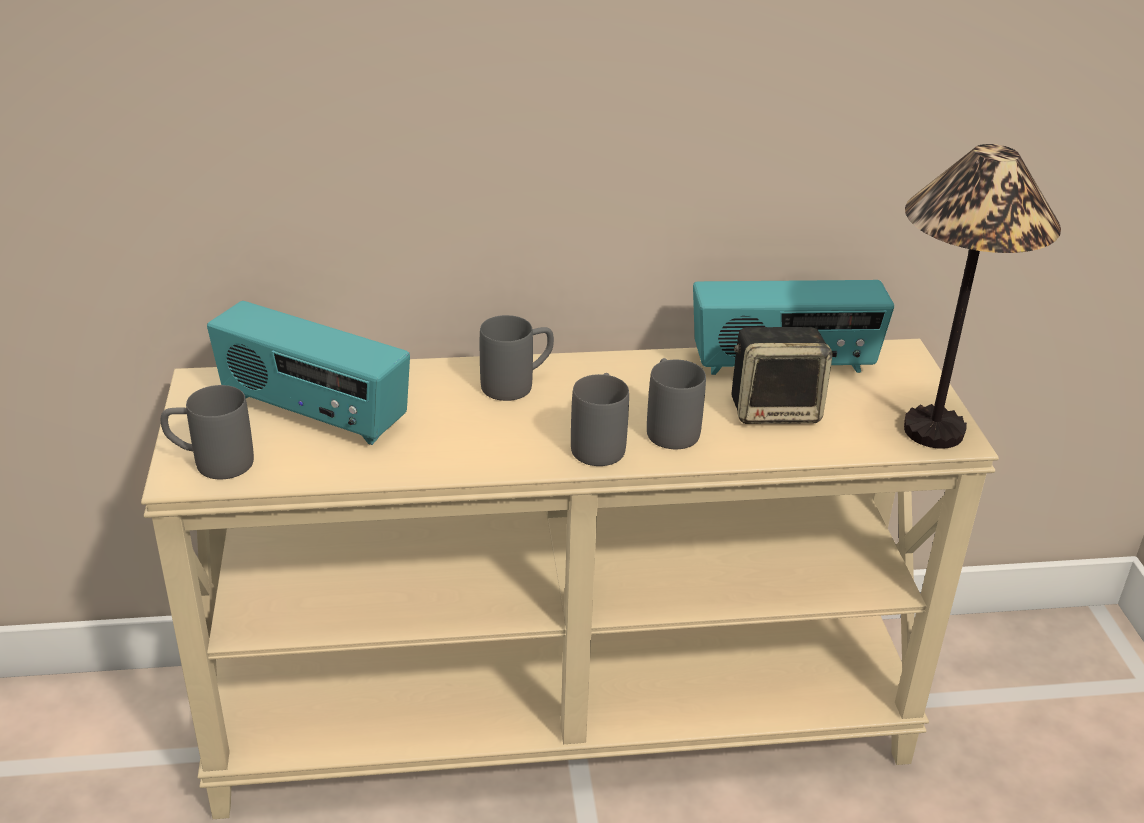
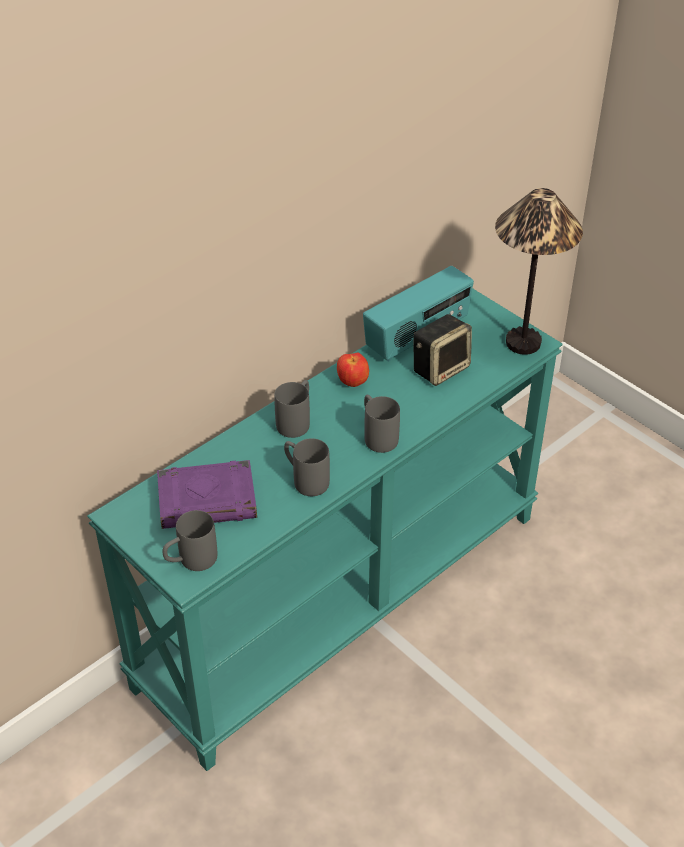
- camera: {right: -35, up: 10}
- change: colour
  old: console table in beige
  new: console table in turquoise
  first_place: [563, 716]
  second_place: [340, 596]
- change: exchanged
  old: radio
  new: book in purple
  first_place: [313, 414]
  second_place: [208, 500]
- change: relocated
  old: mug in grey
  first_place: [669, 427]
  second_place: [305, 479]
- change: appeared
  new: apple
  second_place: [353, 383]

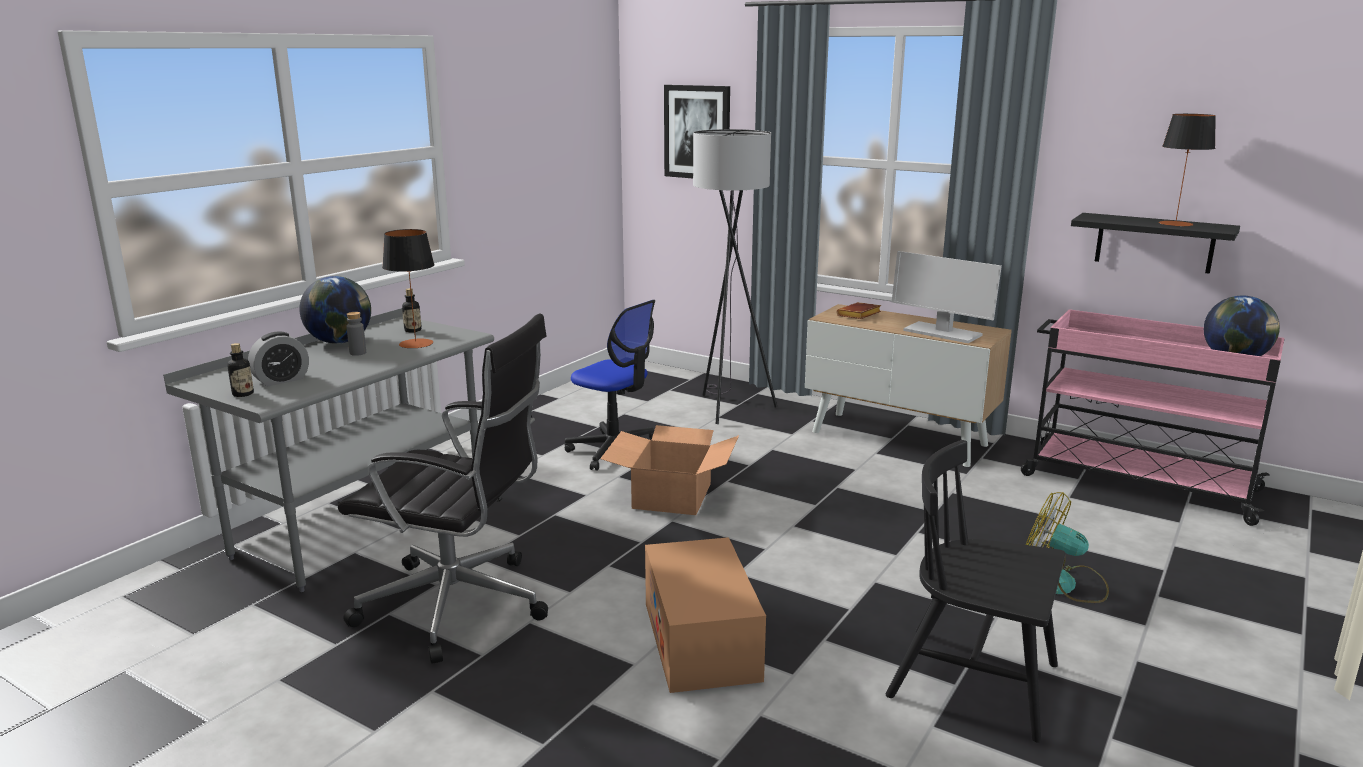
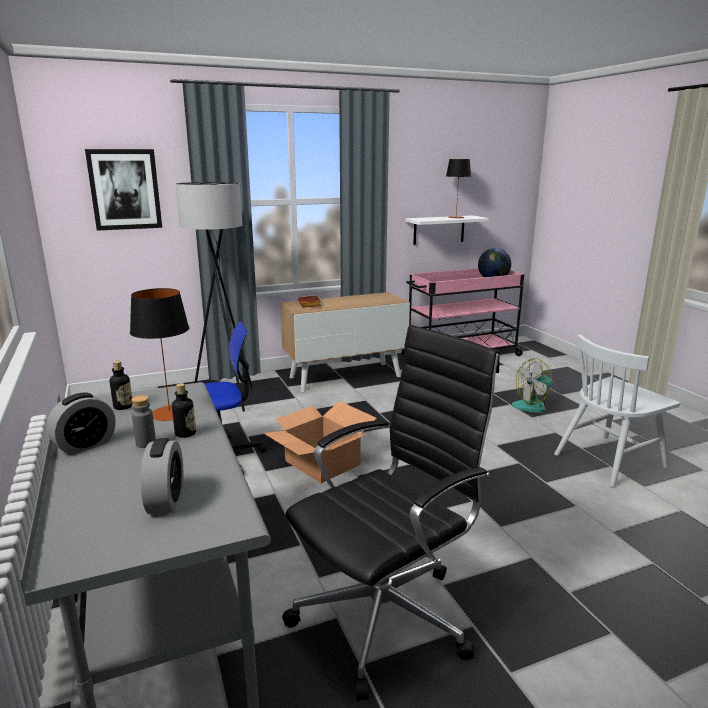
- camera: {right: -55, up: 0}
- change: relocated
  old: bottle
  first_place: [243, 394]
  second_place: [185, 433]
- change: exchanged
  old: globe
  new: alarm clock
  first_place: [340, 342]
  second_place: [85, 445]
- change: missing
  old: cardboard box
  first_place: [701, 640]
- change: colour
  old: chair in black
  new: chair in white
  first_place: [974, 681]
  second_place: [609, 460]
- change: missing
  old: monitor
  first_place: [941, 333]
- change: colour
  old: shelf in black
  new: shelf in white
  first_place: [1154, 243]
  second_place: [439, 230]

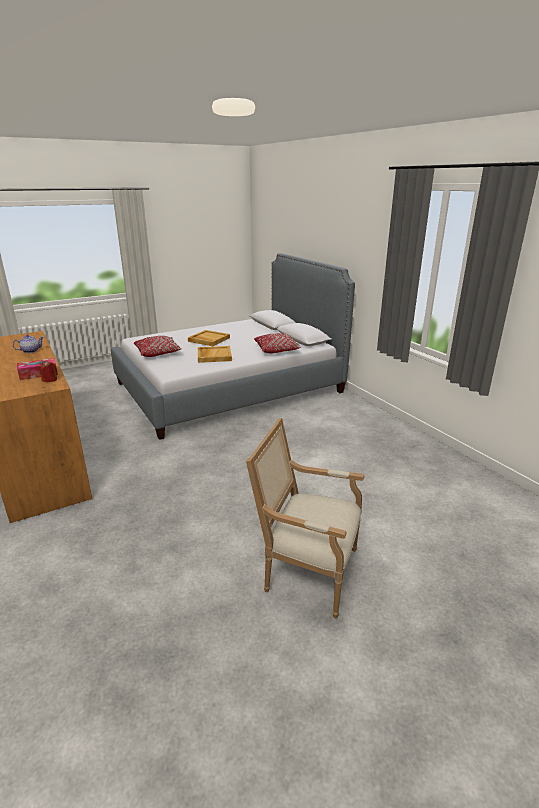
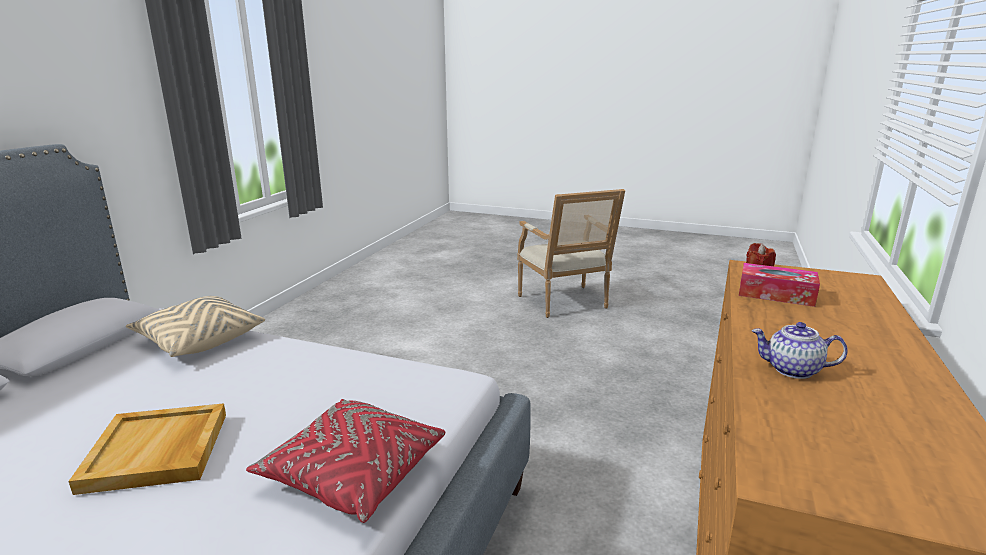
- camera: {right: -130, up: -5}
- change: missing
  old: tray in beige
  first_place: [214, 356]
- change: colour
  old: pillow in red
  new: pillow in beige
  first_place: [277, 350]
  second_place: [199, 340]

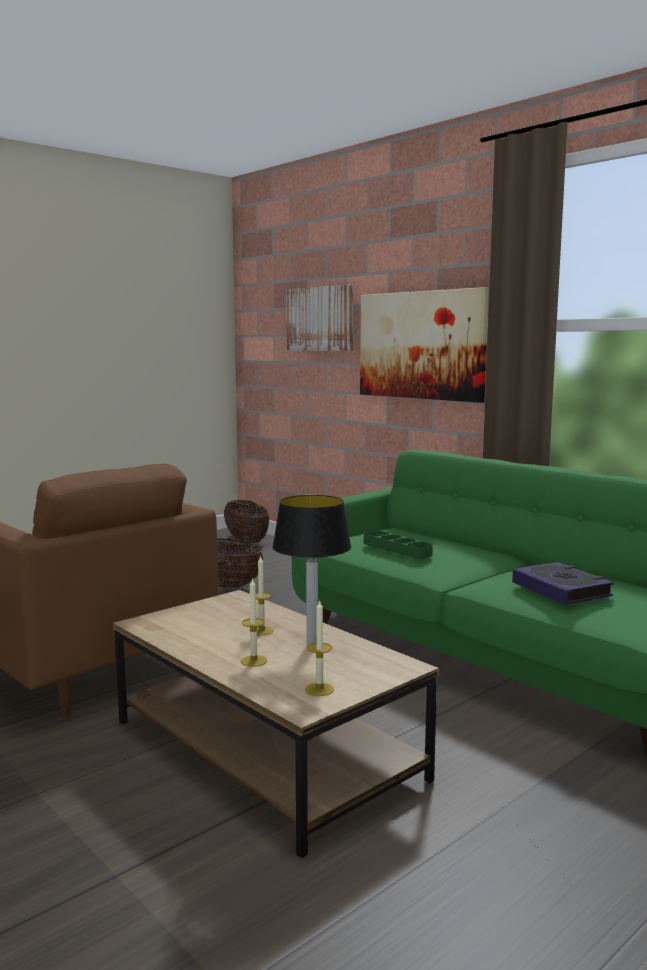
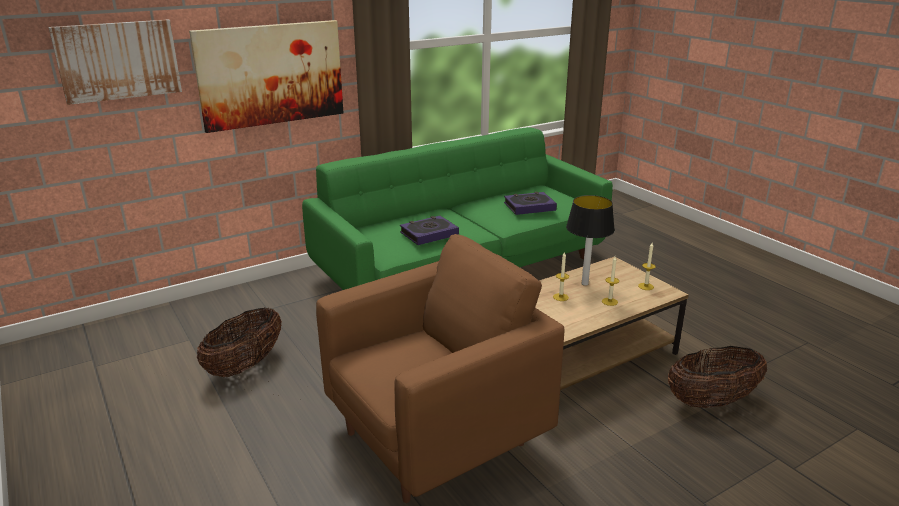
- camera: {right: -80, up: 15}
- change: relocated
  old: basket
  first_place: [246, 541]
  second_place: [711, 401]
- change: exchanged
  old: tray in green
  new: book
  first_place: [396, 549]
  second_place: [429, 234]

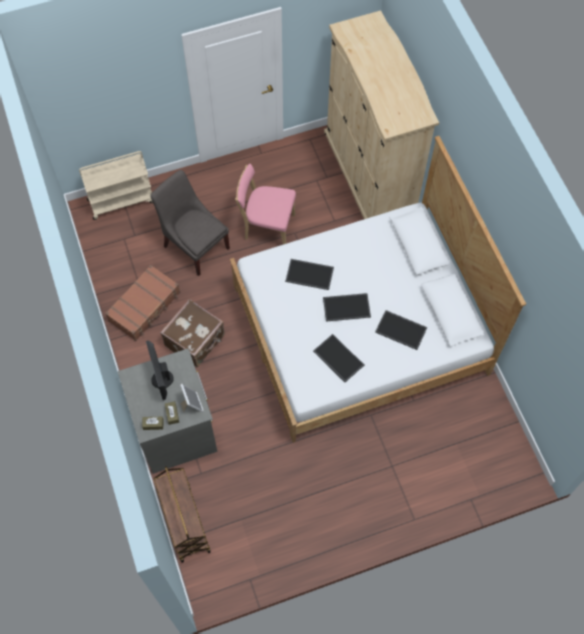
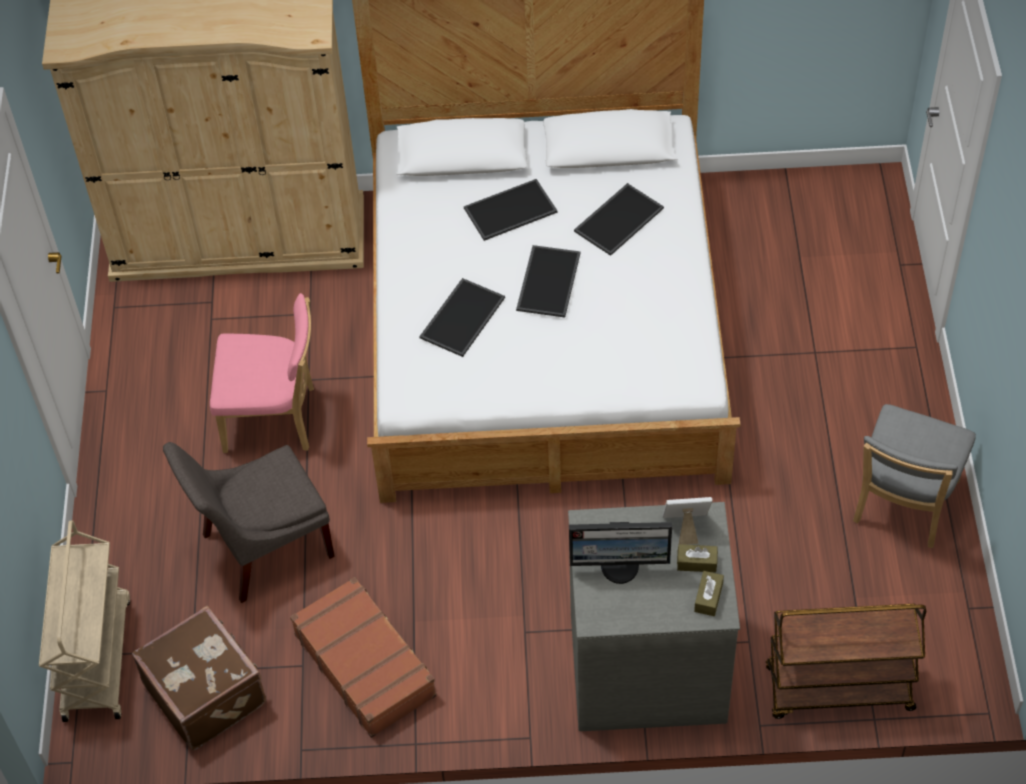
- camera: {right: -70, up: -10}
- change: relocated
  old: suitcase in brown
  first_place: [196, 341]
  second_place: [207, 693]
- change: spun
  old: chair in pink
  first_place: [267, 226]
  second_place: [275, 419]
  degrees: -120
- change: relocated
  old: tray
  first_place: [337, 358]
  second_place: [510, 211]
- change: appeared
  new: chair in grey
  second_place: [903, 505]

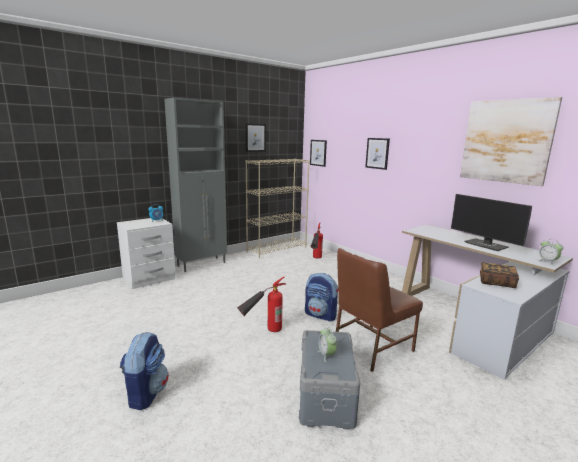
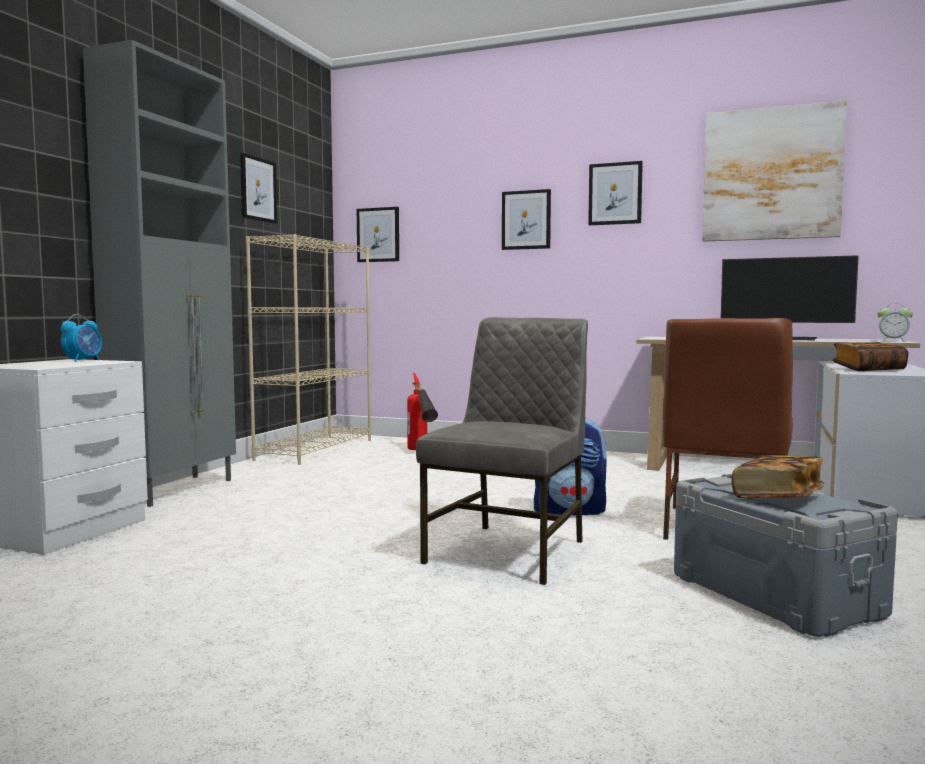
- camera: {right: -30, up: -10}
- change: missing
  old: backpack
  first_place: [146, 393]
- change: exchanged
  old: fire extinguisher
  new: chair in grey
  first_place: [262, 332]
  second_place: [510, 551]
- change: exchanged
  old: alarm clock
  new: book
  first_place: [326, 355]
  second_place: [777, 497]
- change: appeared
  new: picture
  second_place: [615, 193]

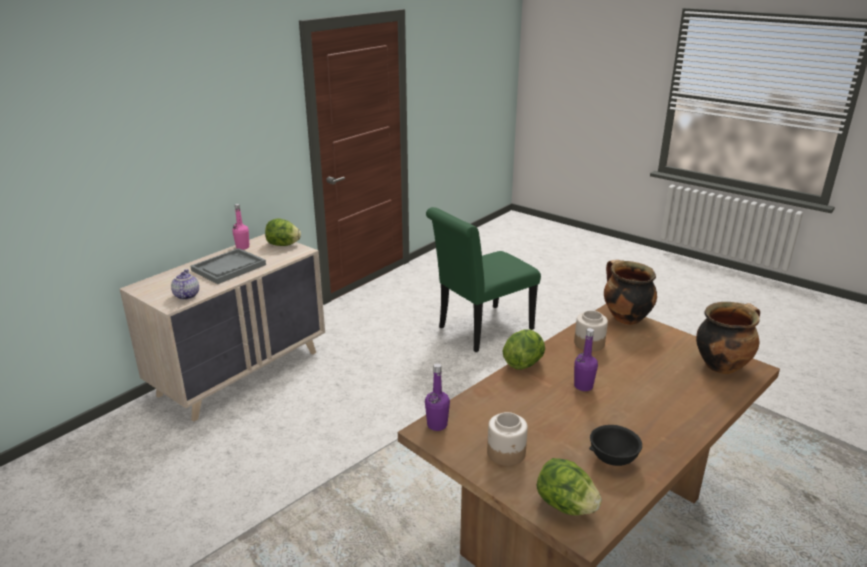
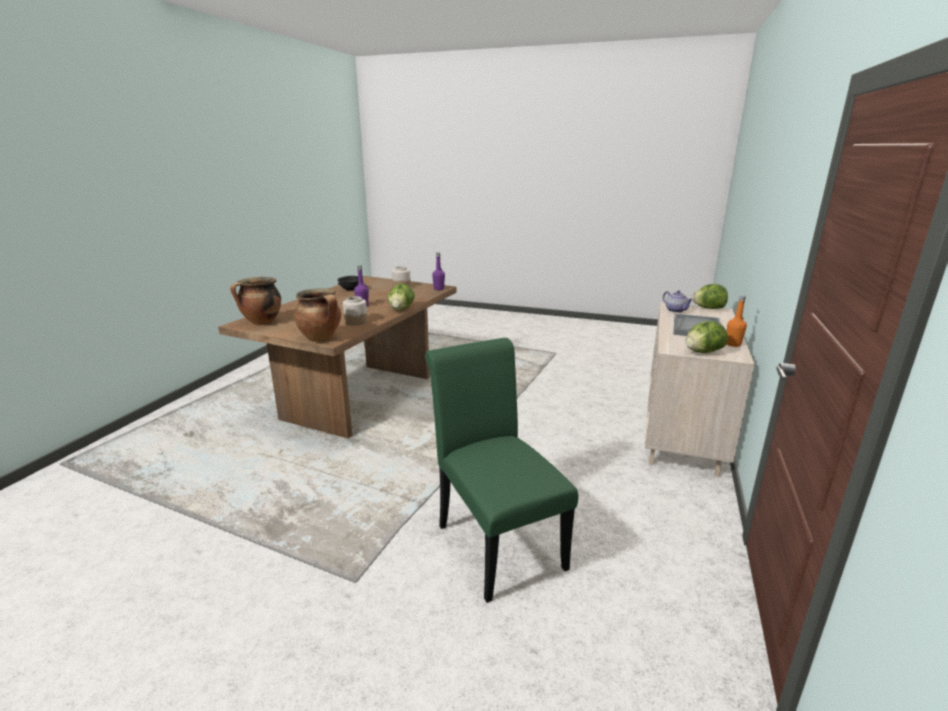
- camera: {right: 160, up: -5}
- change: colour
  old: bottle in pink
  new: bottle in orange
  first_place: [242, 247]
  second_place: [733, 344]
- change: spun
  old: chair in green
  first_place: [480, 330]
  second_place: [495, 540]
  degrees: -60
- change: relocated
  old: lettuce
  first_place: [565, 506]
  second_place: [708, 308]

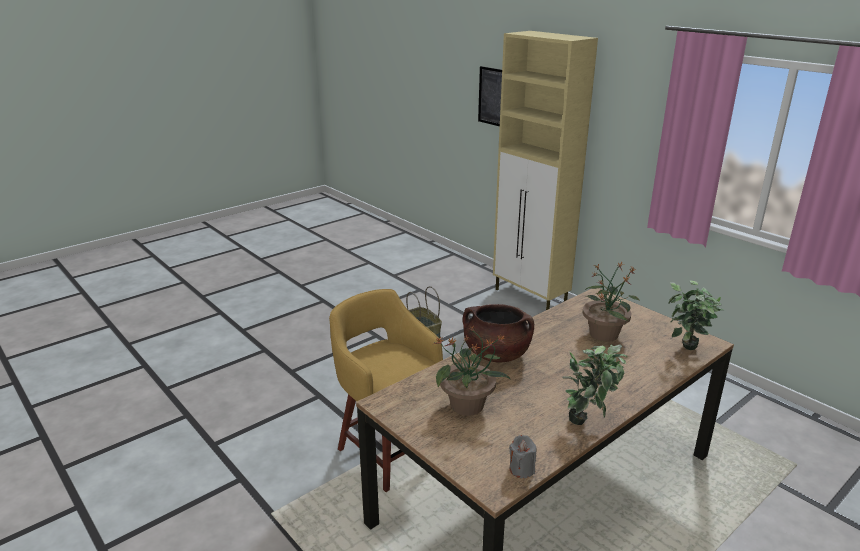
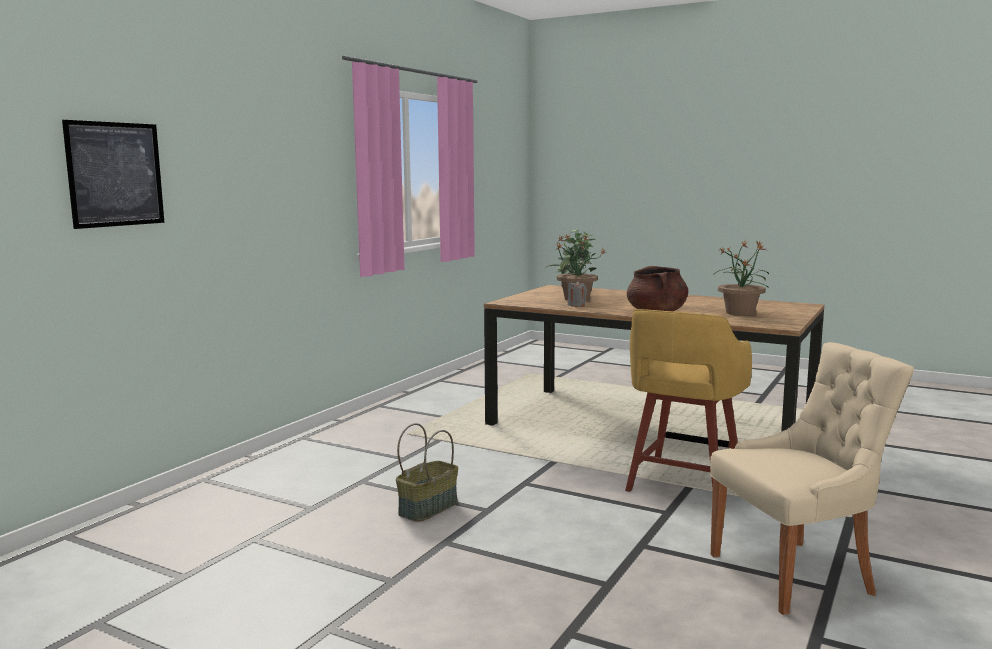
- camera: {right: -110, up: -15}
- change: missing
  old: cabinet in beige
  first_place: [531, 297]
- change: relocated
  old: candle in grey
  first_place: [521, 469]
  second_place: [576, 305]
- change: missing
  old: potted plant
  first_place: [588, 421]
- change: appeared
  new: chair in beige
  second_place: [796, 574]

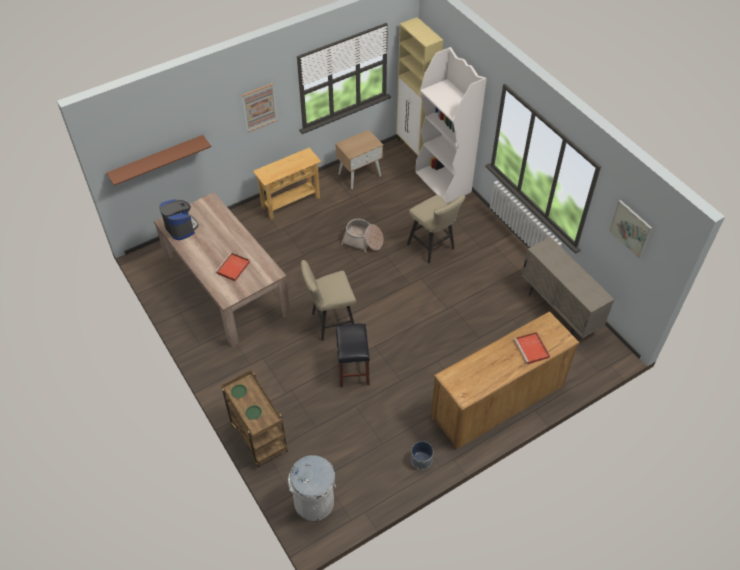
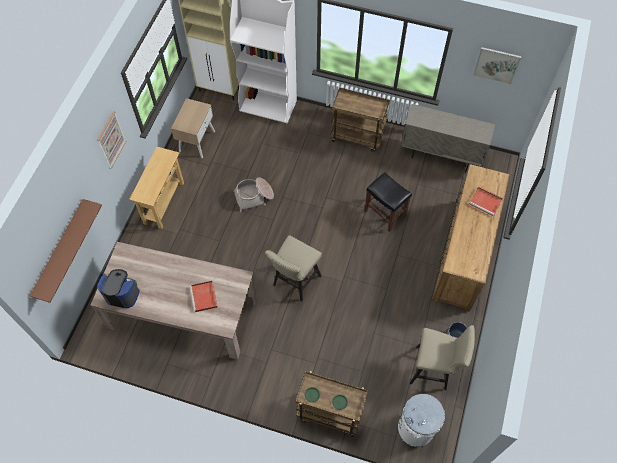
- camera: {right: -40, up: 10}
- change: relocated
  old: stool in black
  first_place: [352, 369]
  second_place: [384, 213]
- change: relocated
  old: stool in beige
  first_place: [433, 248]
  second_place: [434, 370]
- change: appeared
  new: cart in brown
  second_place: [358, 136]

